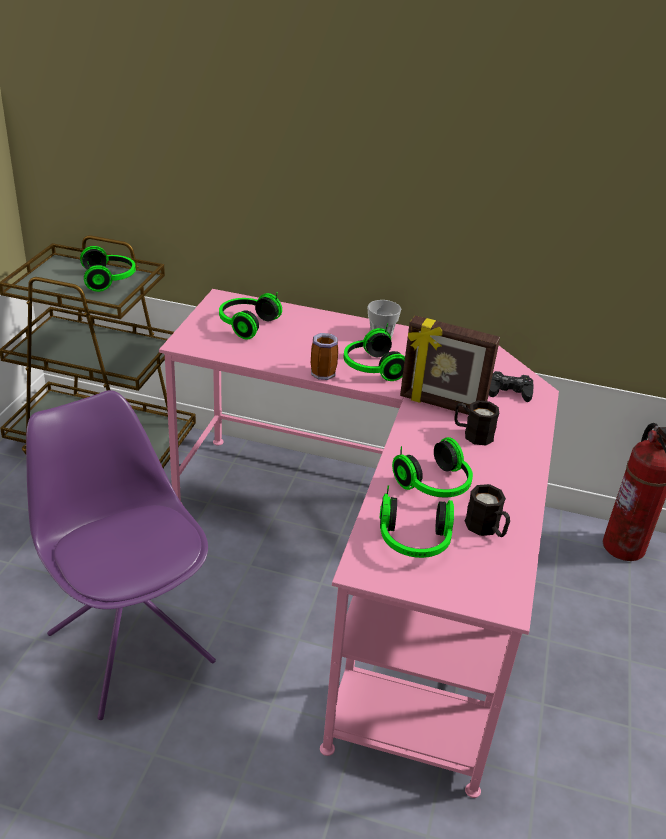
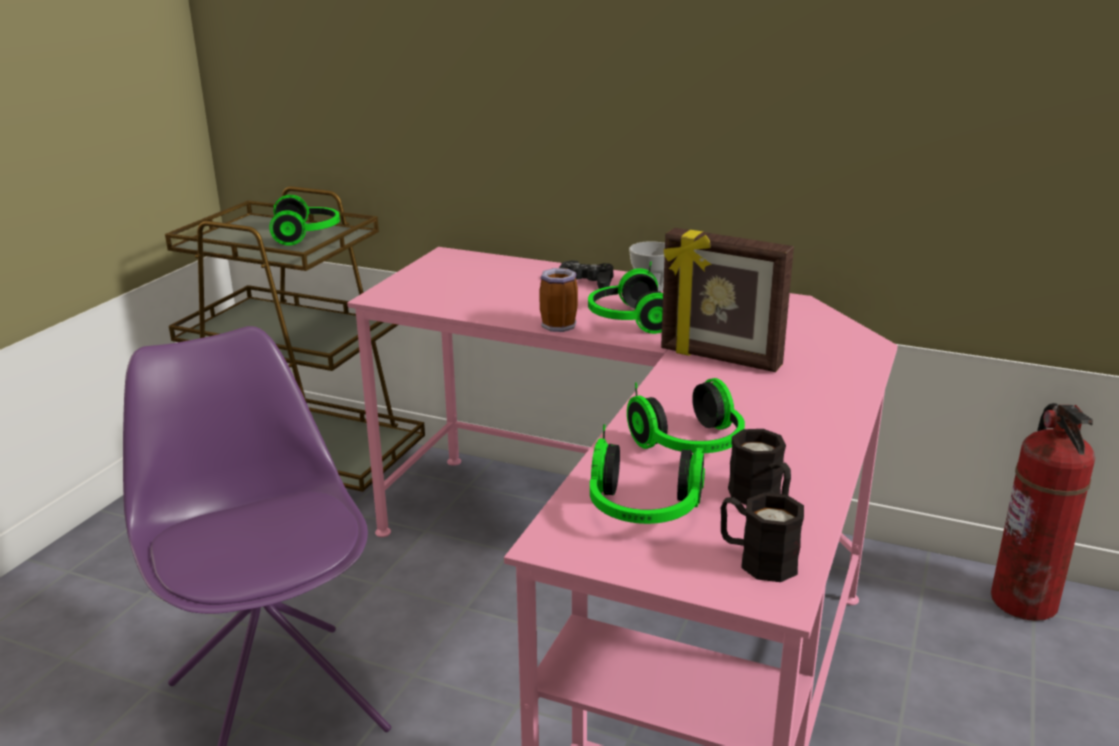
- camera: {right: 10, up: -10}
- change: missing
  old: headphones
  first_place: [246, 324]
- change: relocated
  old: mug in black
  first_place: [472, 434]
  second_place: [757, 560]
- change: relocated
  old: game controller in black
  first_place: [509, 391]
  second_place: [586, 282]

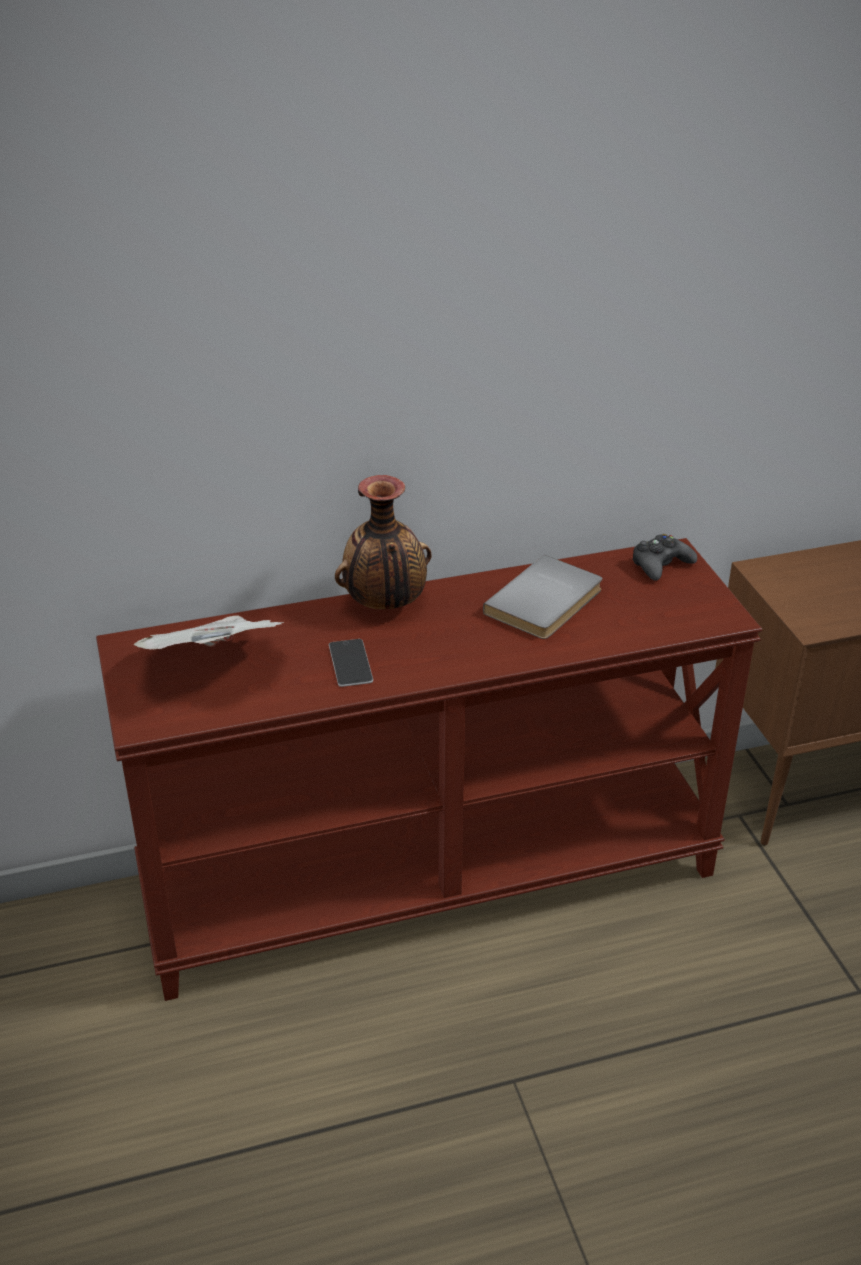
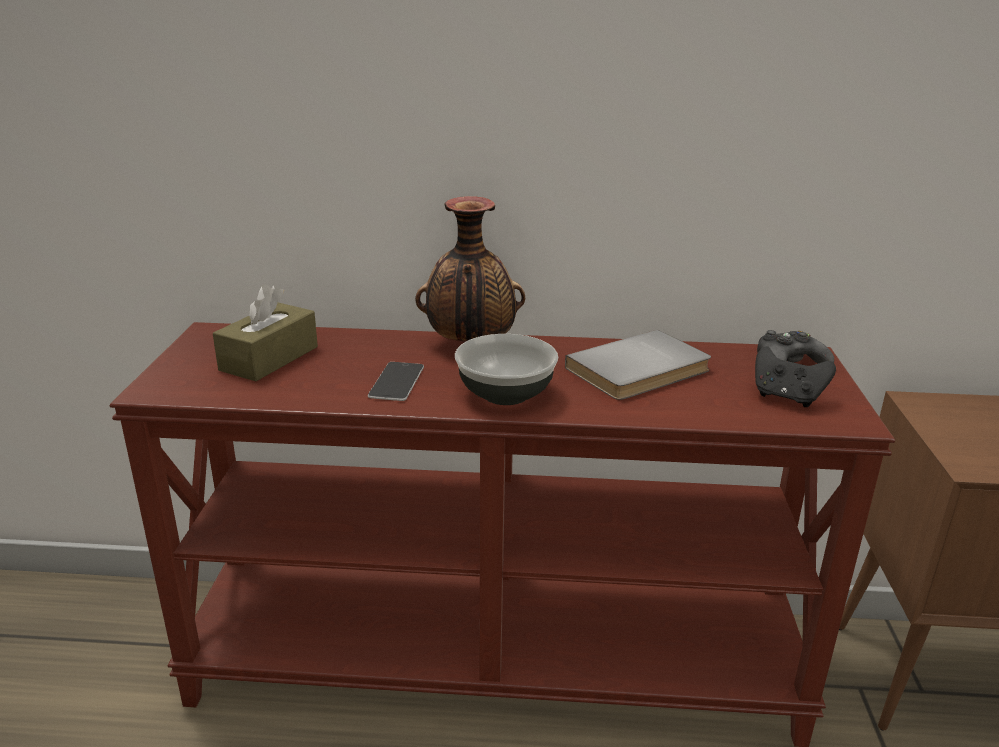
- camera: {right: 20, up: -10}
- change: exchanged
  old: newspaper
  new: tissue box in brown
  first_place: [214, 664]
  second_place: [269, 358]
- change: appeared
  new: bowl
  second_place: [506, 394]
- change: appeared
  new: game controller in black
  second_place: [786, 397]

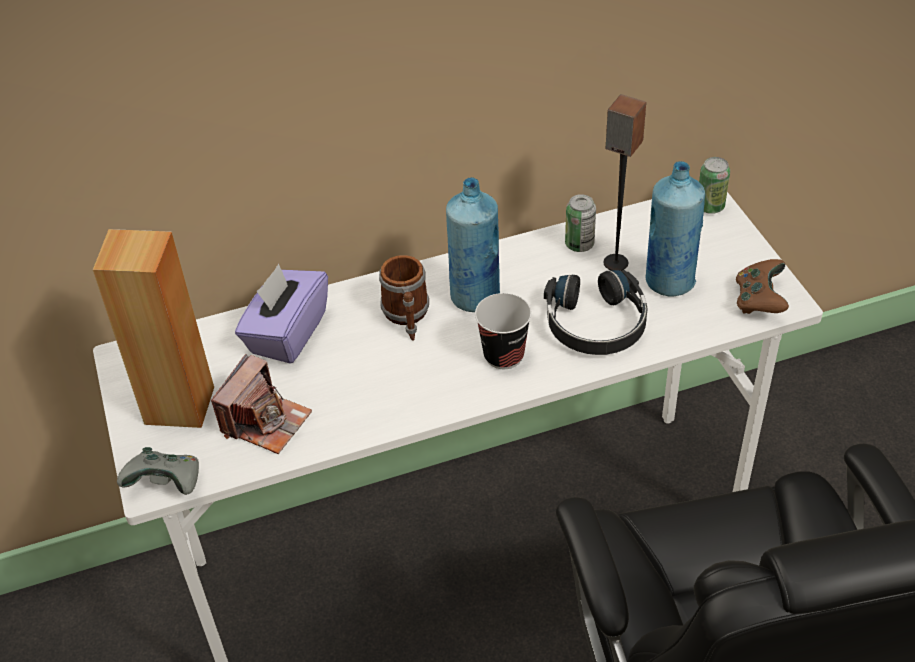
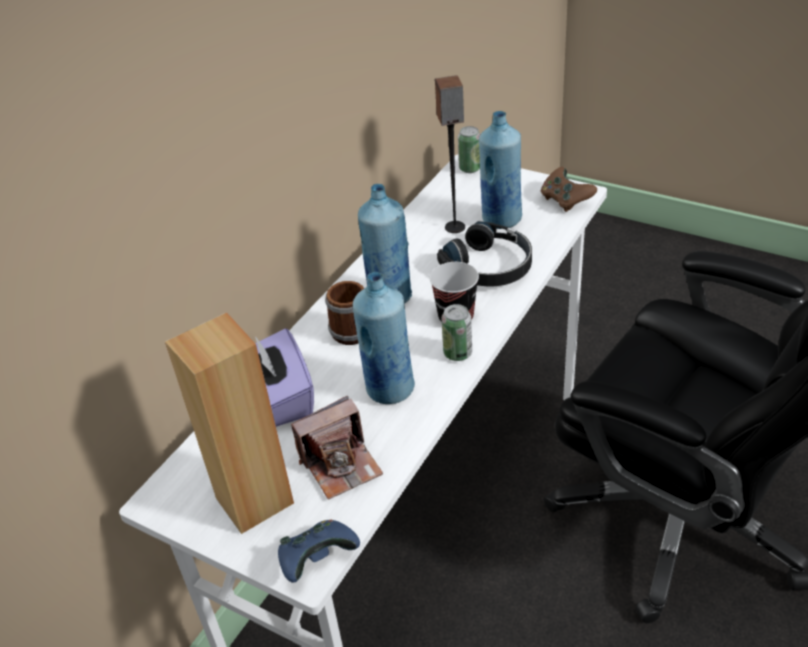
- camera: {right: -40, up: -5}
- change: colour
  old: game controller in grey
  new: game controller in blue
  first_place: [167, 484]
  second_place: [318, 559]
- change: spun
  old: photo camera
  first_place: [265, 421]
  second_place: [341, 464]
  degrees: 75
- change: relocated
  old: can
  first_place: [579, 244]
  second_place: [457, 353]
- change: appeared
  new: bottle in blue
  second_place: [389, 389]

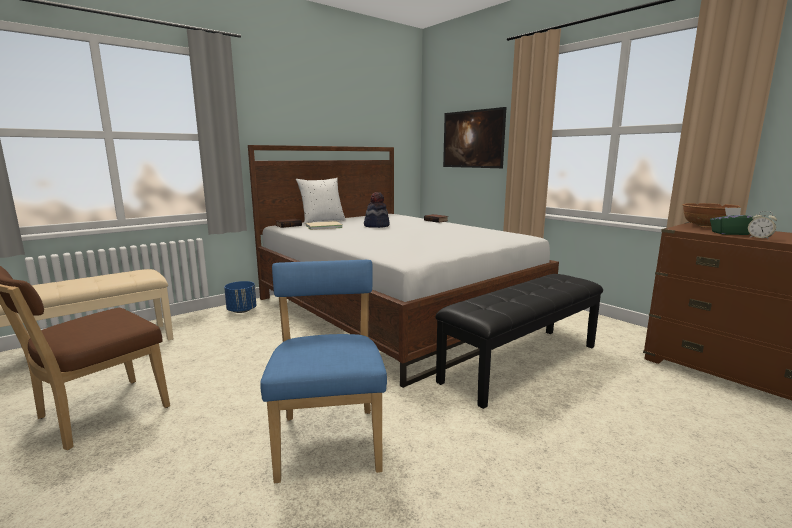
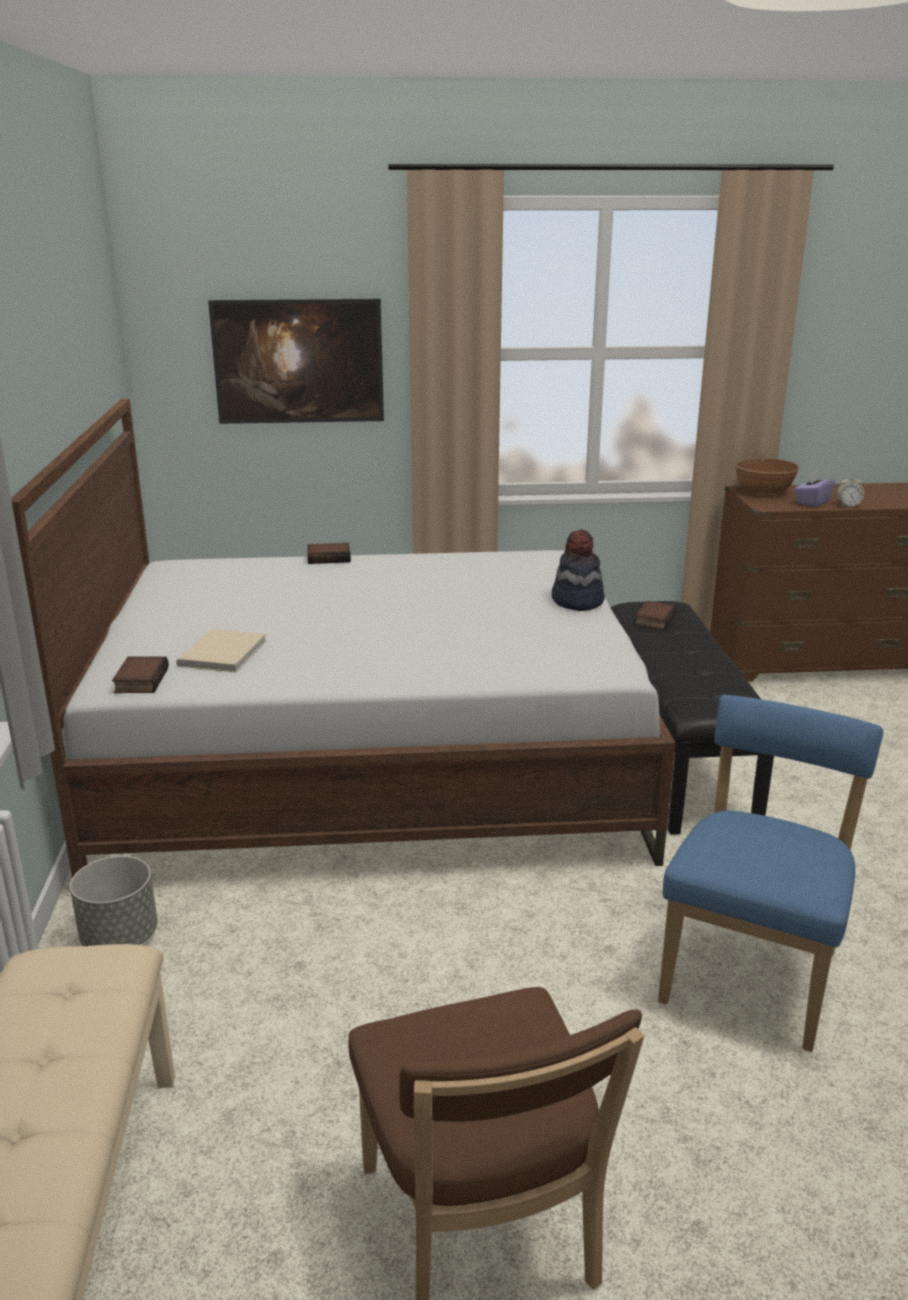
- camera: {right: -55, up: 10}
- change: colour
  old: planter in blue
  new: planter in grey
  first_place: [242, 310]
  second_place: [119, 937]
- change: spun
  old: chair in blue
  first_place: [329, 439]
  second_place: [753, 972]
  degrees: 90
- change: missing
  old: pillow in white
  first_place: [322, 221]
- change: relocated
  old: hat
  first_place: [376, 226]
  second_place: [577, 601]
- change: colour
  old: tissue box in green
  new: tissue box in purple
  first_place: [730, 233]
  second_place: [812, 502]
- change: appeared
  new: book
  second_place: [654, 619]

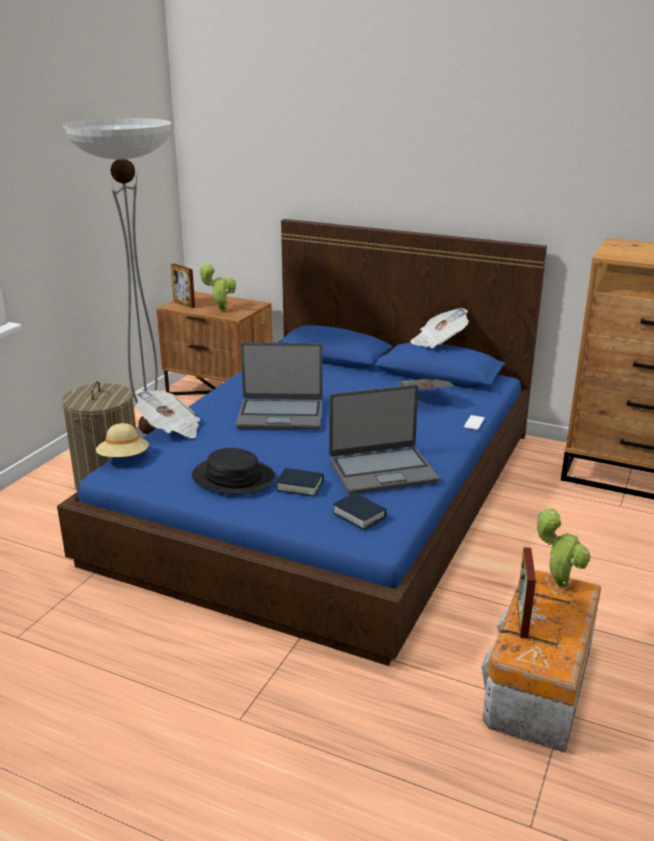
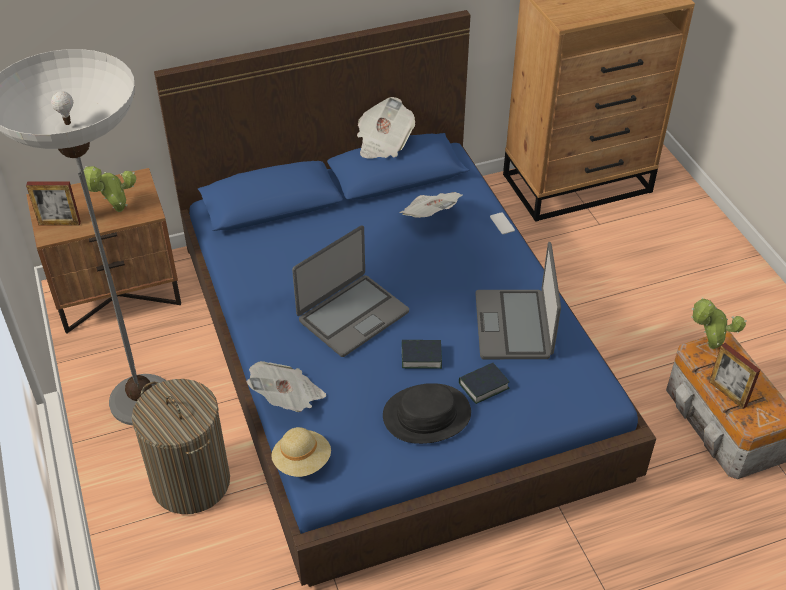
- camera: {right: -45, up: 20}
- change: spun
  old: laptop
  first_place: [382, 471]
  second_place: [514, 326]
  degrees: 150
- change: relocated
  old: book
  first_place: [359, 515]
  second_place: [421, 357]

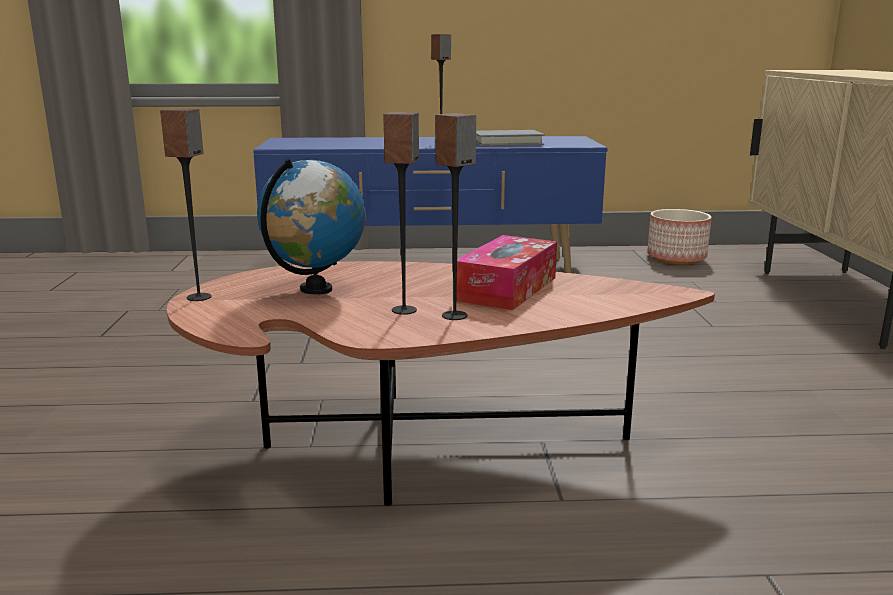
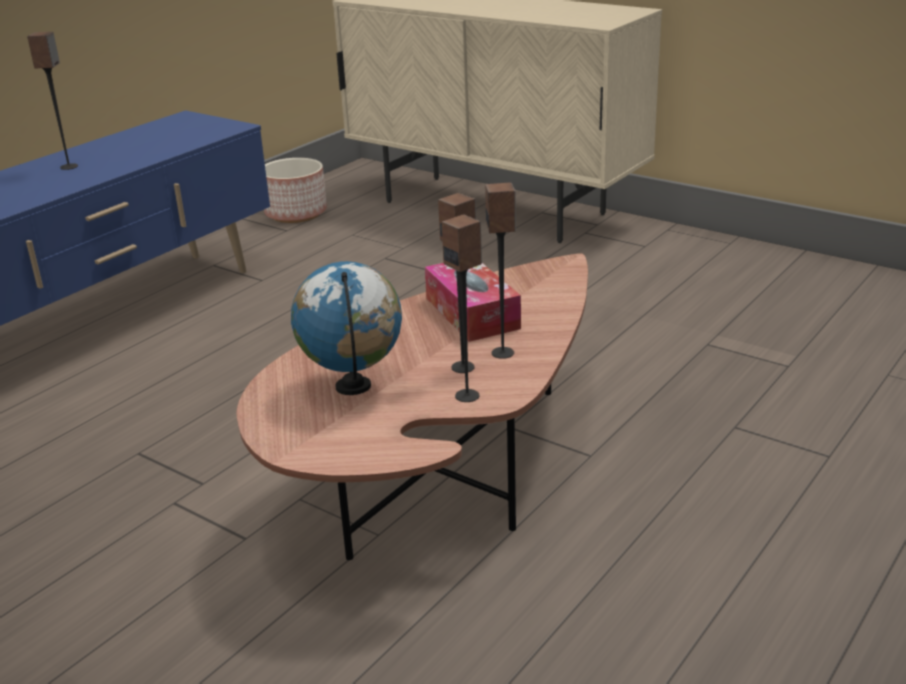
- camera: {right: -50, up: 10}
- change: relocated
  old: speaker
  first_place: [199, 297]
  second_place: [467, 396]
- change: missing
  old: book in grey
  first_place: [507, 143]

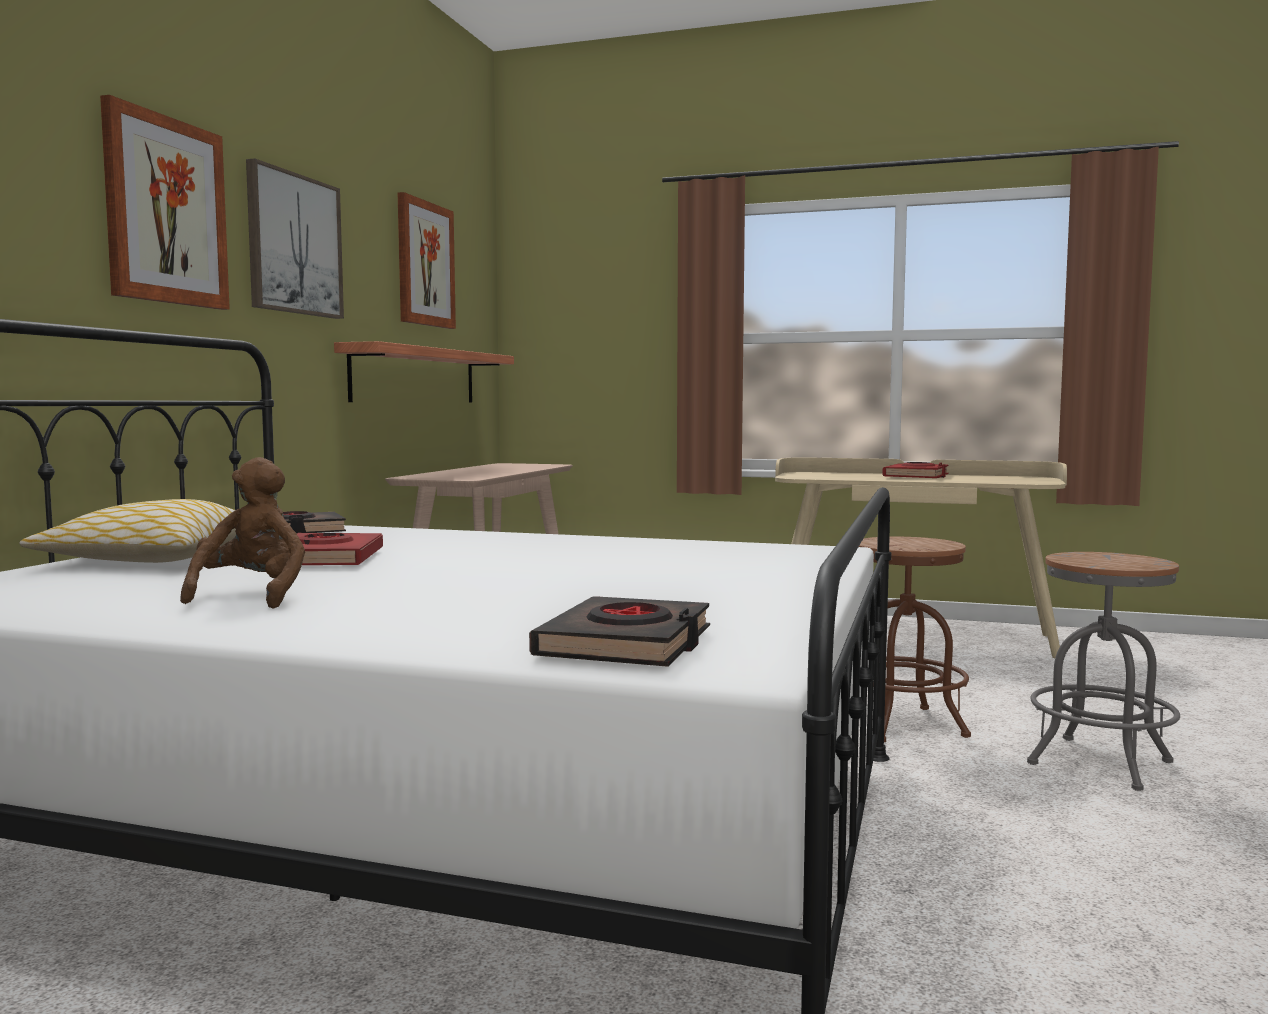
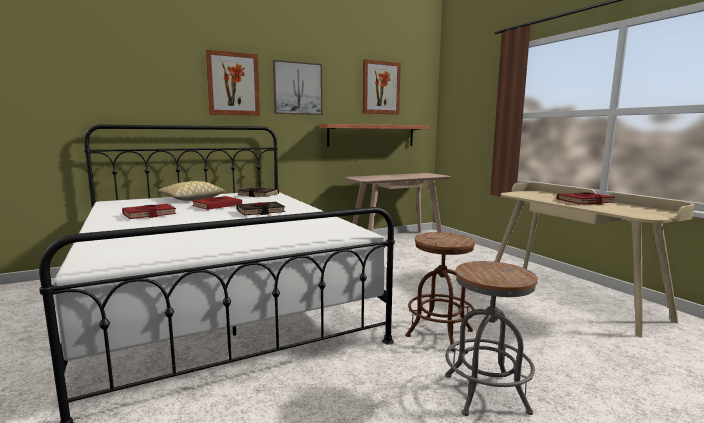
- camera: {right: 45, up: 5}
- change: exchanged
  old: plush toy in brown
  new: book in red
  first_place: [252, 596]
  second_place: [149, 215]
- change: relocated
  old: book in black
  first_place: [627, 644]
  second_place: [260, 212]

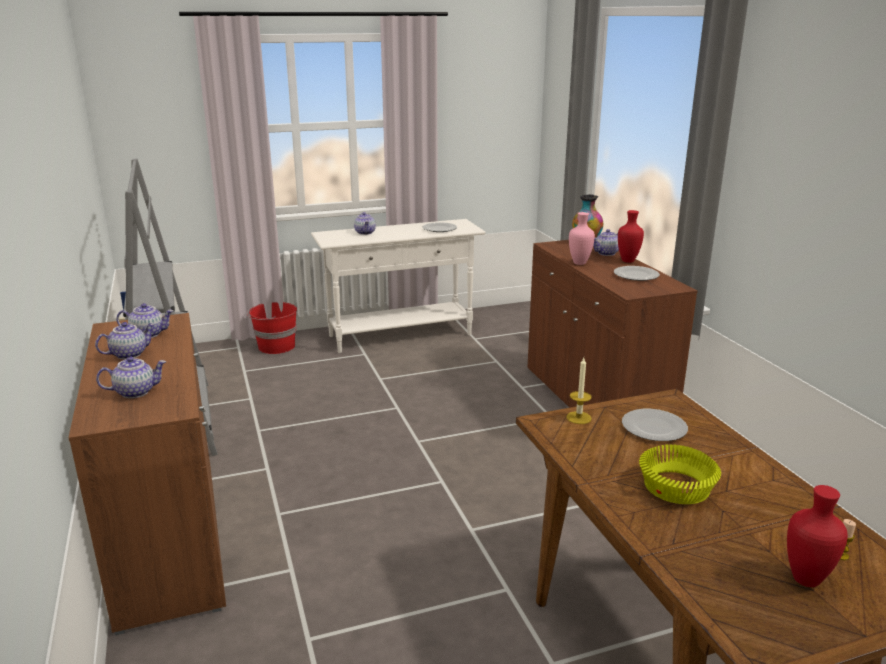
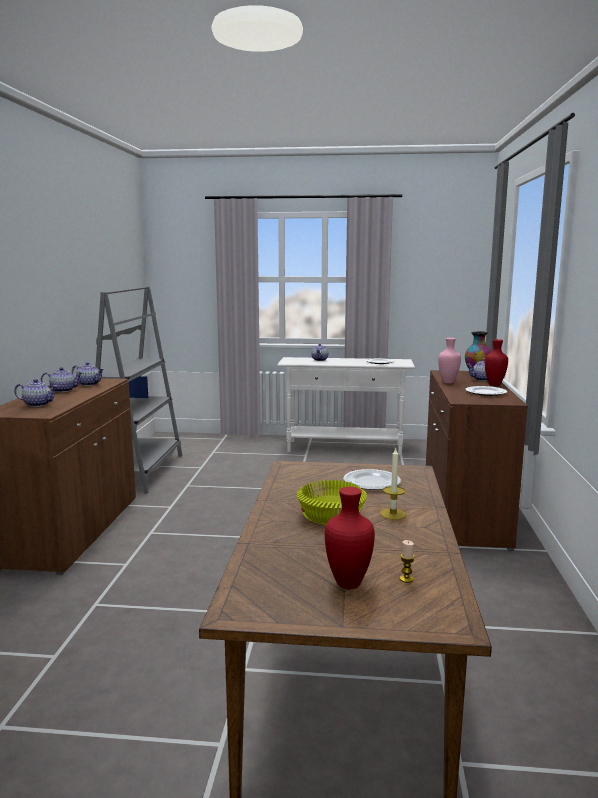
- camera: {right: 25, up: -10}
- change: missing
  old: bucket in red
  first_place: [275, 346]
- change: relocated
  old: candle
  first_place: [578, 417]
  second_place: [393, 514]

